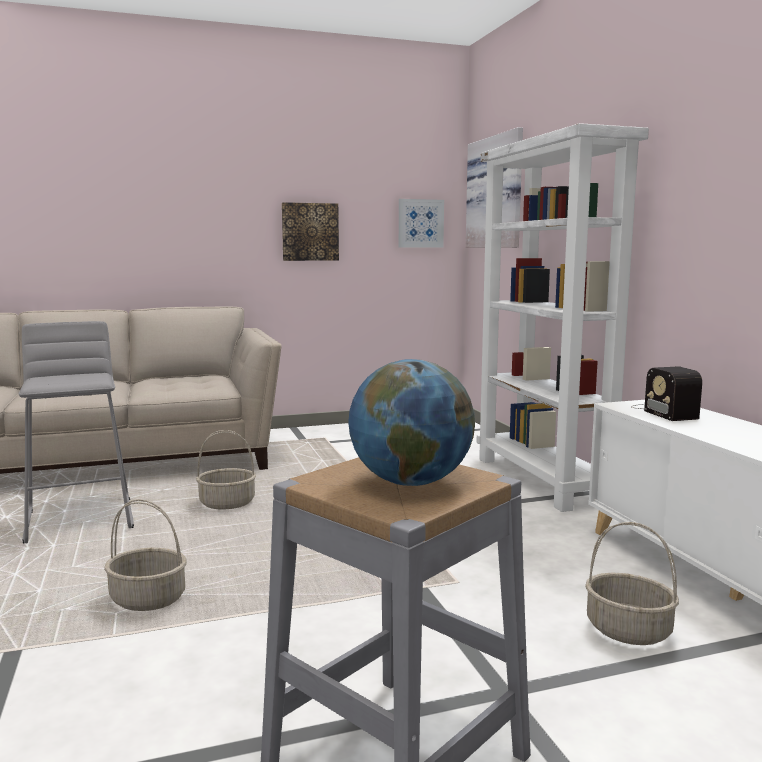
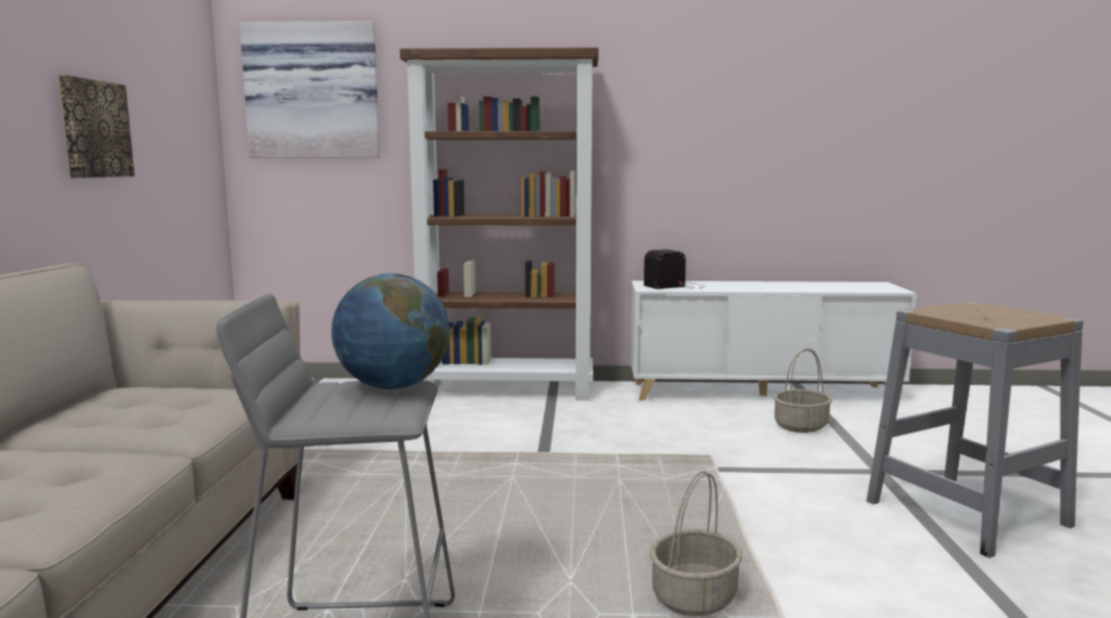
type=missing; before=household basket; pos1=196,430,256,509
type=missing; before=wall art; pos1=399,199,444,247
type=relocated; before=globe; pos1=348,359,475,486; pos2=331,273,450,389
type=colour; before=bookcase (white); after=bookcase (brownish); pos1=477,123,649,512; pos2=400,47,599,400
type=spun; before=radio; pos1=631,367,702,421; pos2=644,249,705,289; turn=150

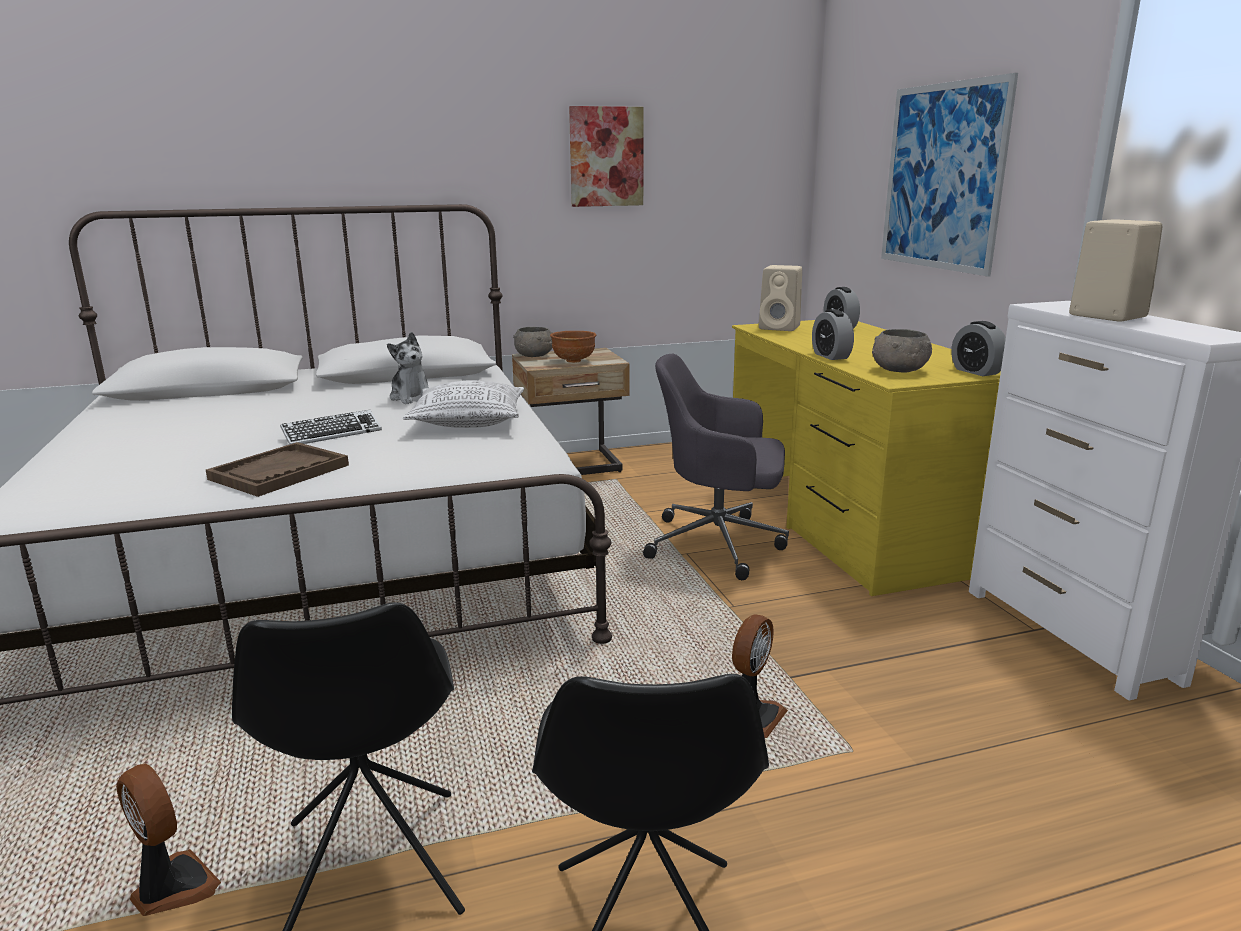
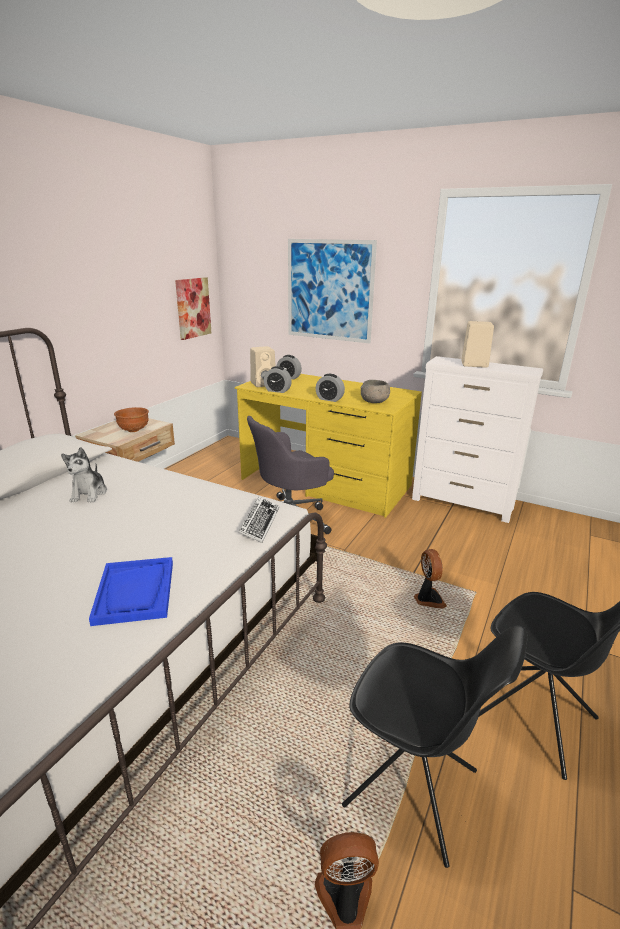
type=missing; before=throw pillow; pos1=403,380,524,428
type=missing; before=deep dish (grey); pos1=513,327,553,357
type=relocated; before=computer keyboard; pos1=280,410,382,445; pos2=238,497,279,543
type=relocated; before=wall art; pos1=569,106,644,207; pos2=175,277,211,340
type=relocated; before=bedside clock; pos1=951,321,1006,376; pos2=264,366,292,393
type=colour; before=carrying tray (brownish); after=carrying tray (bluish); pos1=206,442,349,497; pos2=89,557,173,626
type=spun; before=soft toy; pos1=387,332,429,404; pos2=61,447,107,502; turn=75

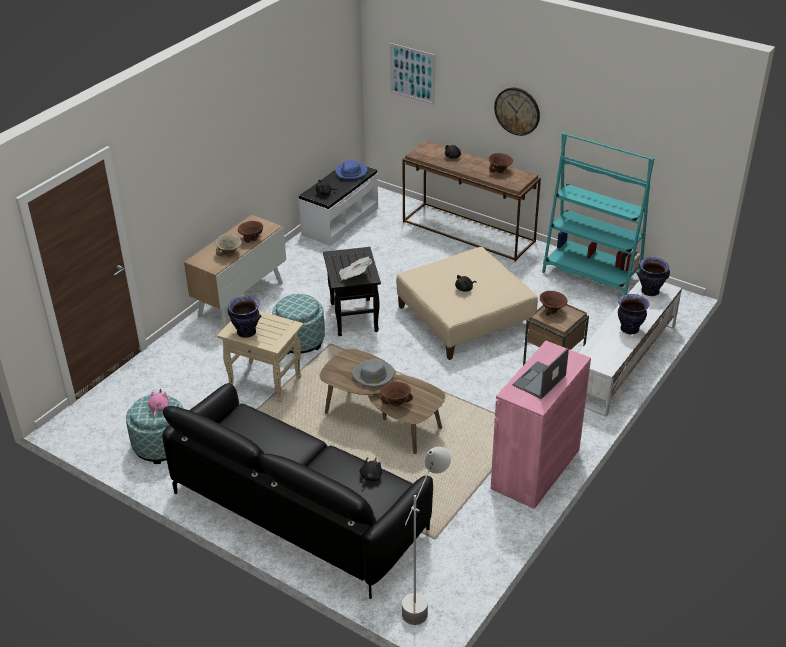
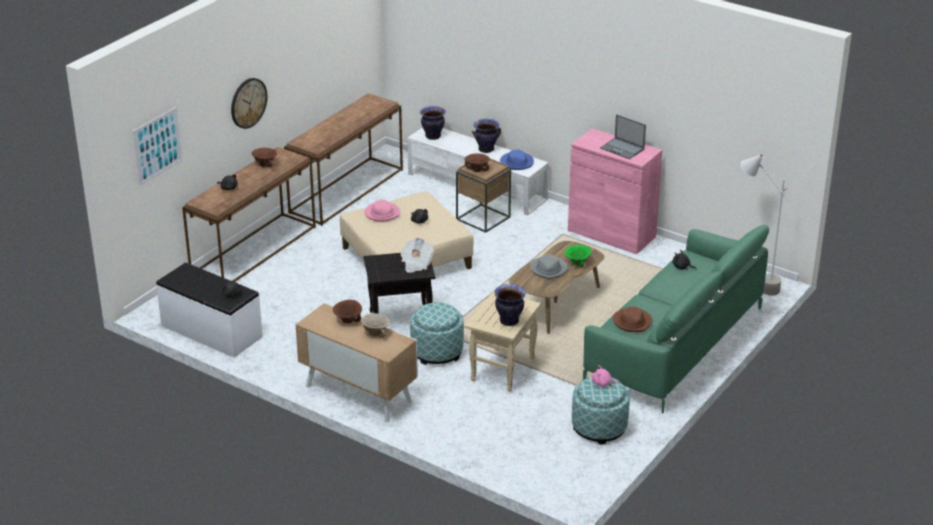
type=appeared; after=hat (pink); pos2=364,200,400,222
type=appeared; after=hat (brownish); pos2=613,306,652,332
type=relocated; before=hat (bluish); pos1=335,160,367,180; pos2=500,150,534,170
type=exchanged; before=bookcase (turquoise-coloured); after=hall table (brownish); pos1=542,132,654,295; pos2=284,93,403,226
type=colour; before=settee (black-coloured); after=settee (greenish); pos1=162,383,433,599; pos2=583,225,769,413
type=colour; before=deep dish (brownish); after=deep dish (greenish); pos1=381,382,413,406; pos2=565,245,591,267

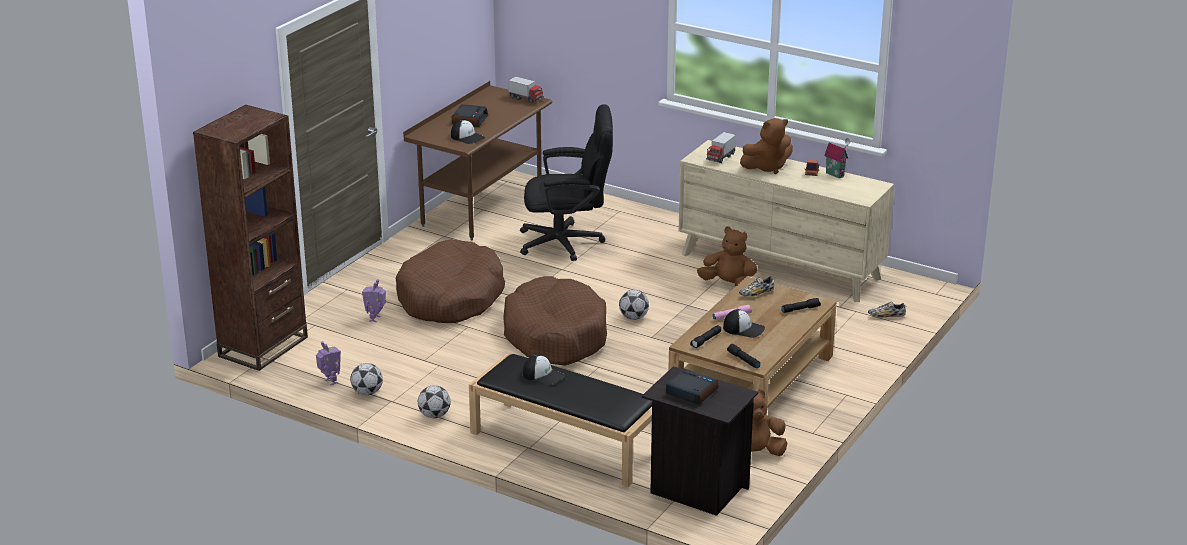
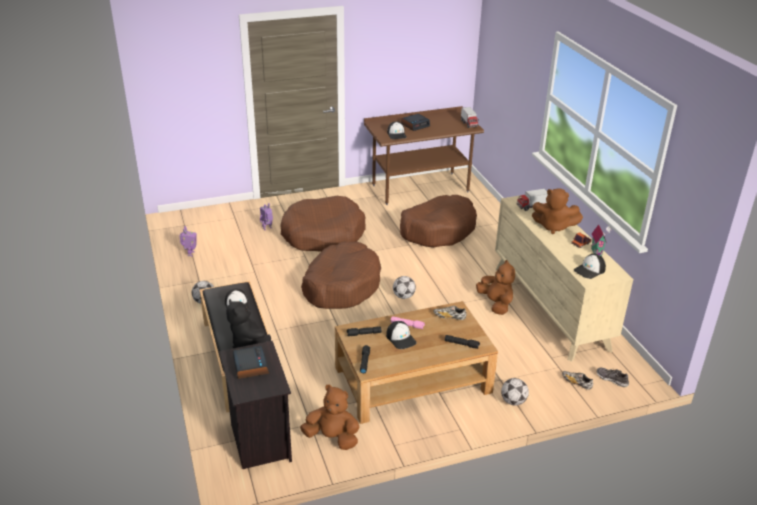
type=missing; before=bookcase (brownish); pos1=193,105,308,371
type=appeared; after=soft toy (black-coloured); pos2=226,299,271,348
type=appeared; after=baseball cap; pos2=574,254,606,279
type=appeared; after=low shoe; pos2=597,367,629,387
type=relocated; before=football ball; pos1=350,363,383,395; pos2=501,378,529,405
type=exchanged; before=computer chair (black-coloured); after=pet bed (brownish); pos1=520,104,613,261; pos2=400,195,477,247

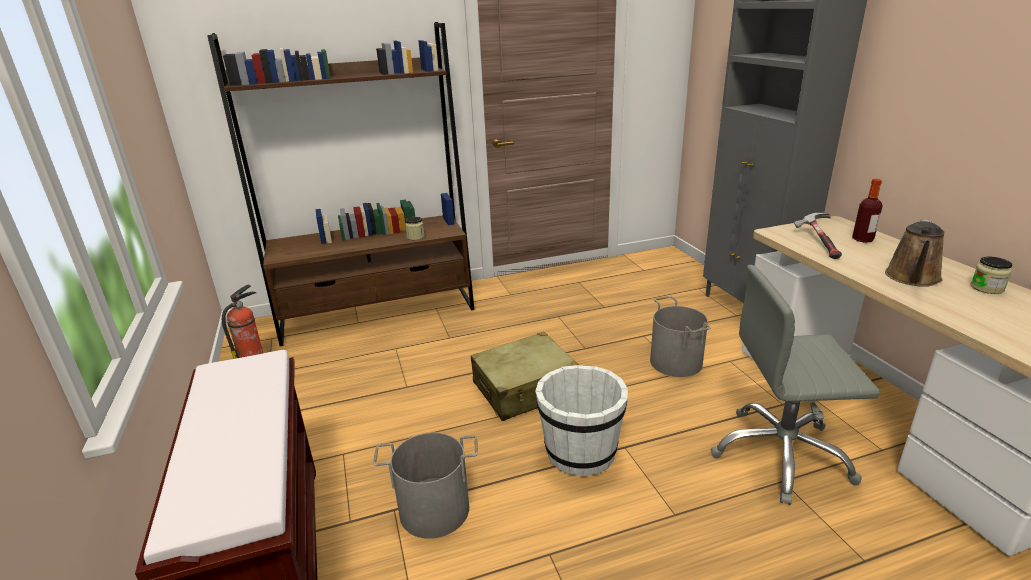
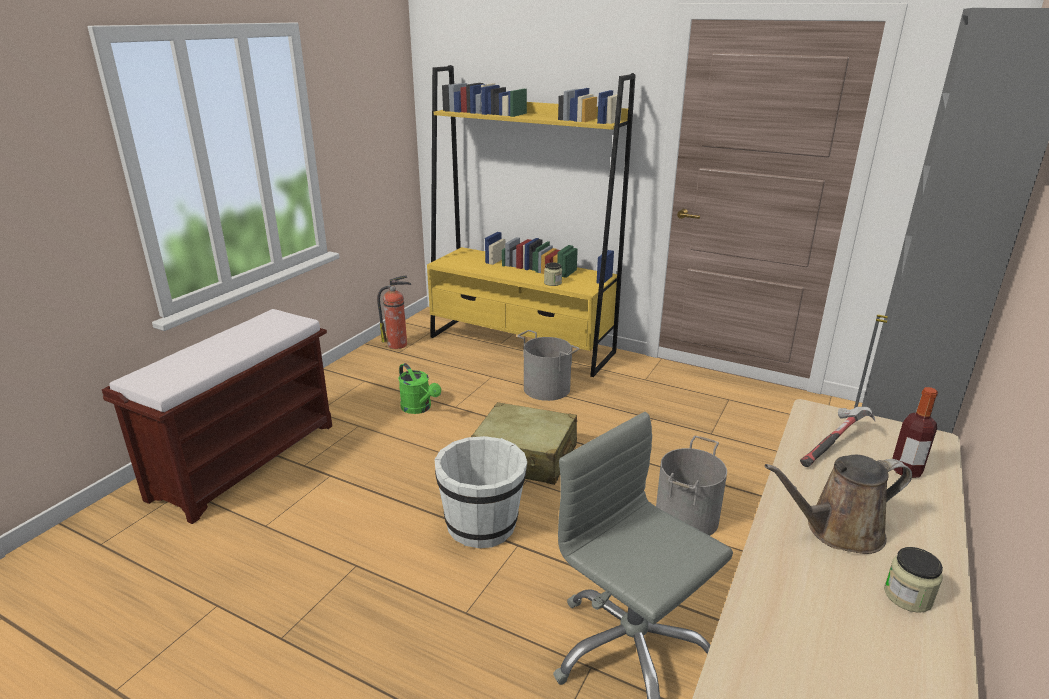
type=appeared; after=sprinkling can (greenish); pos2=398,363,441,414
type=relocated; before=pail (grey); pos1=373,432,478,539; pos2=517,330,580,401
type=colour; before=bookcase (brownish); after=bookcase (yellowish); pos1=207,22,475,346; pos2=427,65,636,377

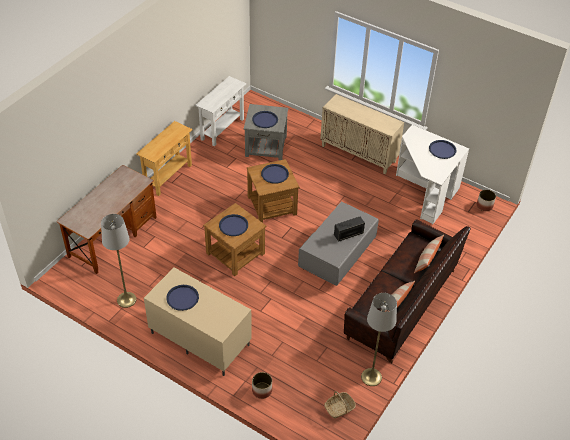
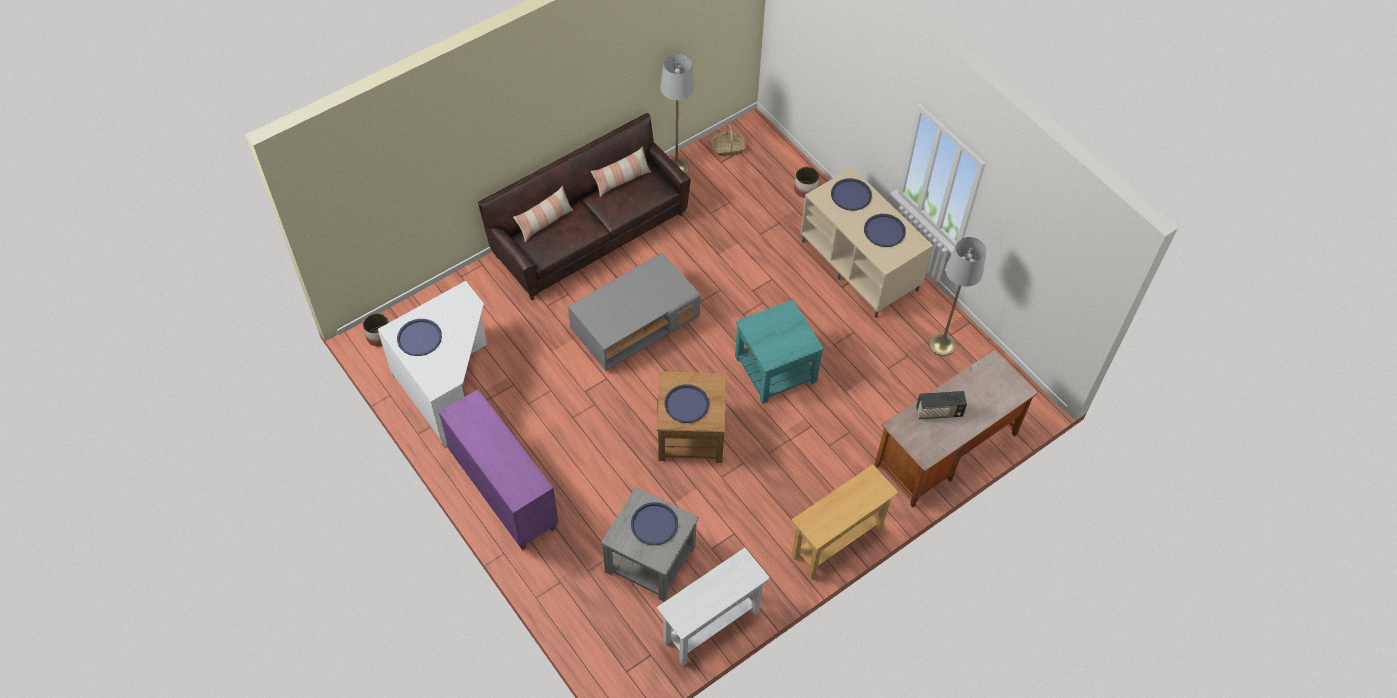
type=relocated; before=carrying tray (bluish); pos1=219,214,248,236; pos2=831,178,872,211
type=relocated; before=radio; pos1=334,217,365,242; pos2=916,391,967,419
type=colour; before=side table (brownish); after=side table (turquoise-coloured); pos1=203,203,267,276; pos2=735,300,824,404
type=colour; before=cupboard (sand-coloured); after=cupboard (purplish); pos1=320,94,404,174; pos2=439,389,559,551

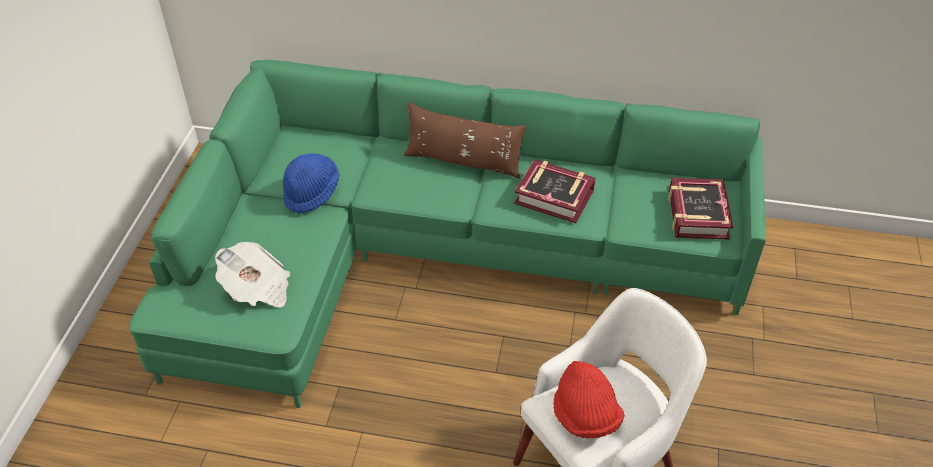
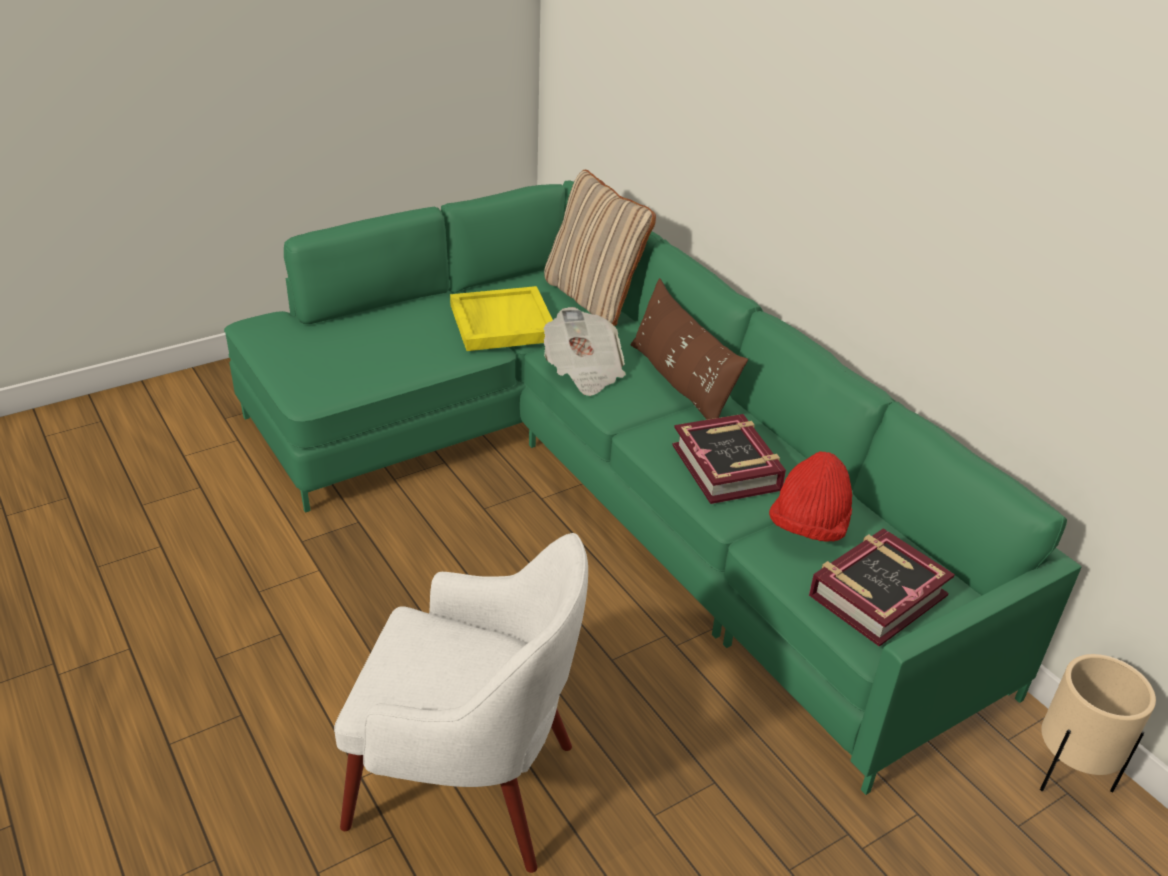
type=appeared; after=throw pillow (sand-coloured); pos2=544,170,656,326
type=appeared; after=plant pot (sand-coloured); pos2=1040,654,1156,793
type=relocated; before=printed paper; pos1=215,242,290,308; pos2=544,307,626,396
type=relocated; before=hat (reddish); pos1=554,361,624,439; pos2=769,451,852,542
type=exchanged; before=hat (bluish); after=carrying tray (yellowish); pos1=283,154,339,214; pos2=450,286,553,351

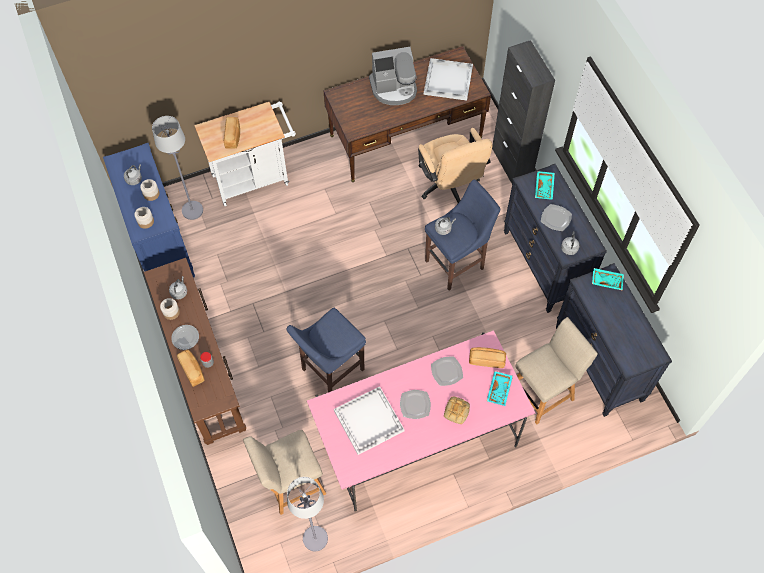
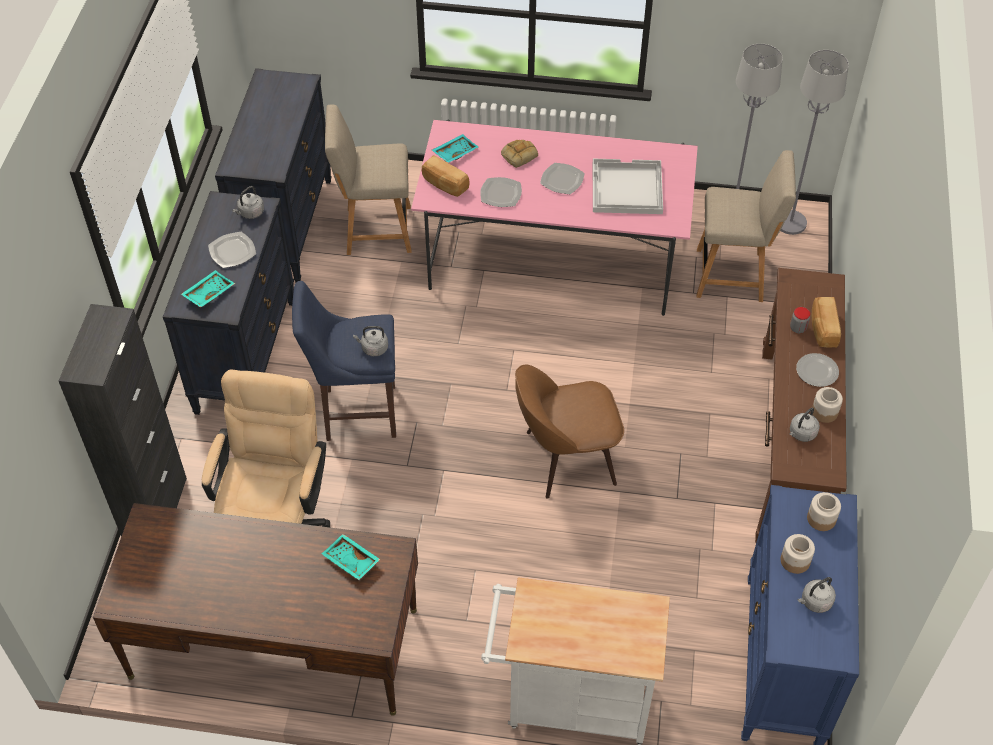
type=missing; before=bakery bread; pos1=224,117,240,149
type=missing; before=sitting stool (bluish); pos1=286,308,366,392
type=missing; before=coffee brewer; pos1=369,47,417,105
type=missing; before=carrying tray (white); pos1=424,58,473,101
type=appeared; after=plain chair (brownish); pos2=515,364,624,499
type=relocated; before=floor lamp (grey); pos1=152,116,203,220; pos2=780,50,849,235
type=relocated; before=carrying tray (turquoise-coloured); pos1=592,268,624,291; pos2=321,534,380,580

